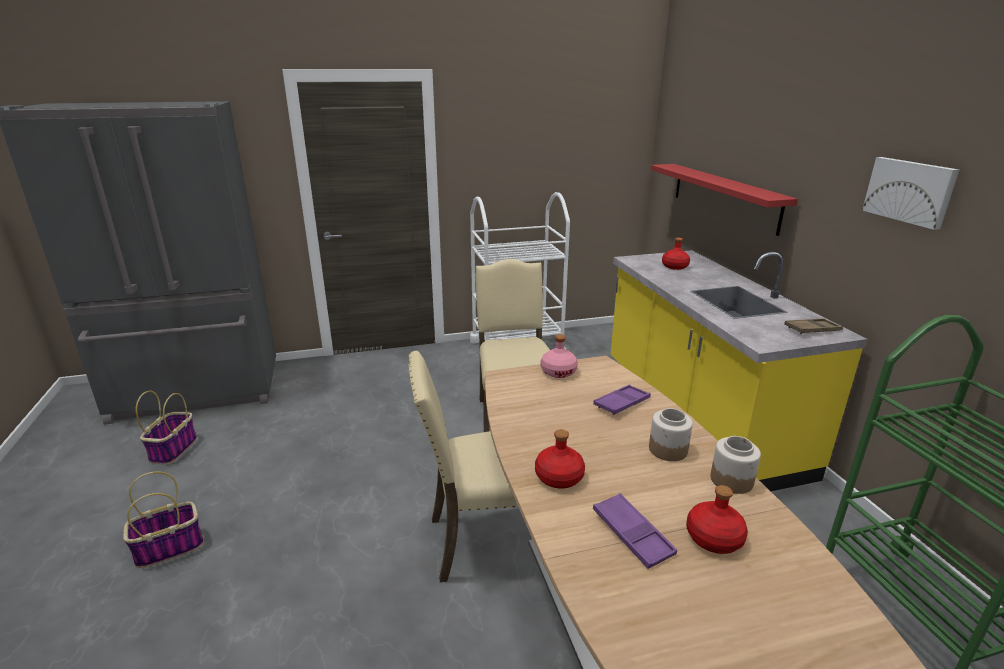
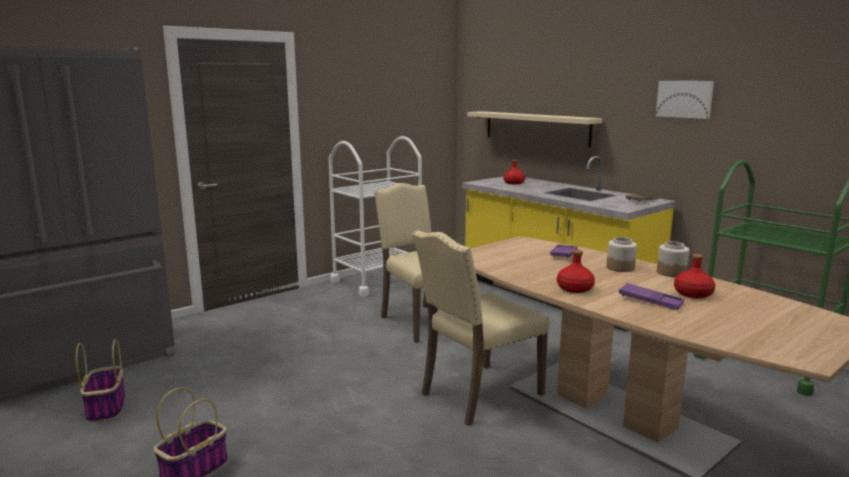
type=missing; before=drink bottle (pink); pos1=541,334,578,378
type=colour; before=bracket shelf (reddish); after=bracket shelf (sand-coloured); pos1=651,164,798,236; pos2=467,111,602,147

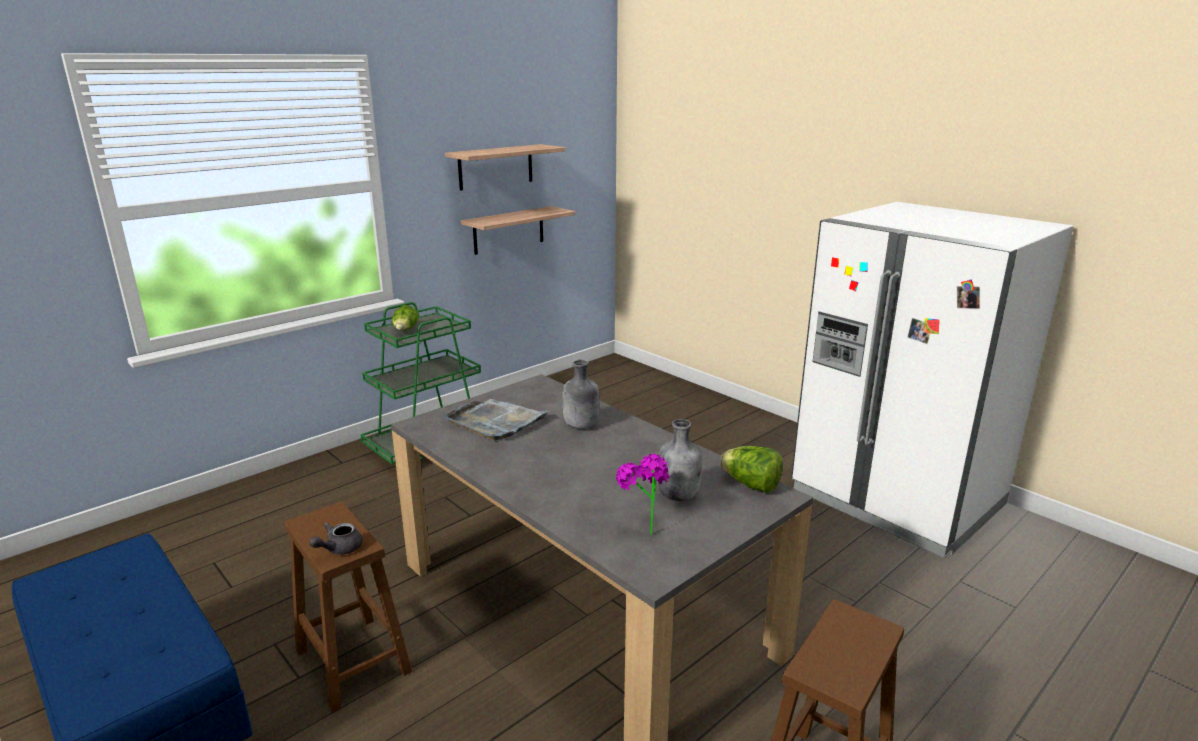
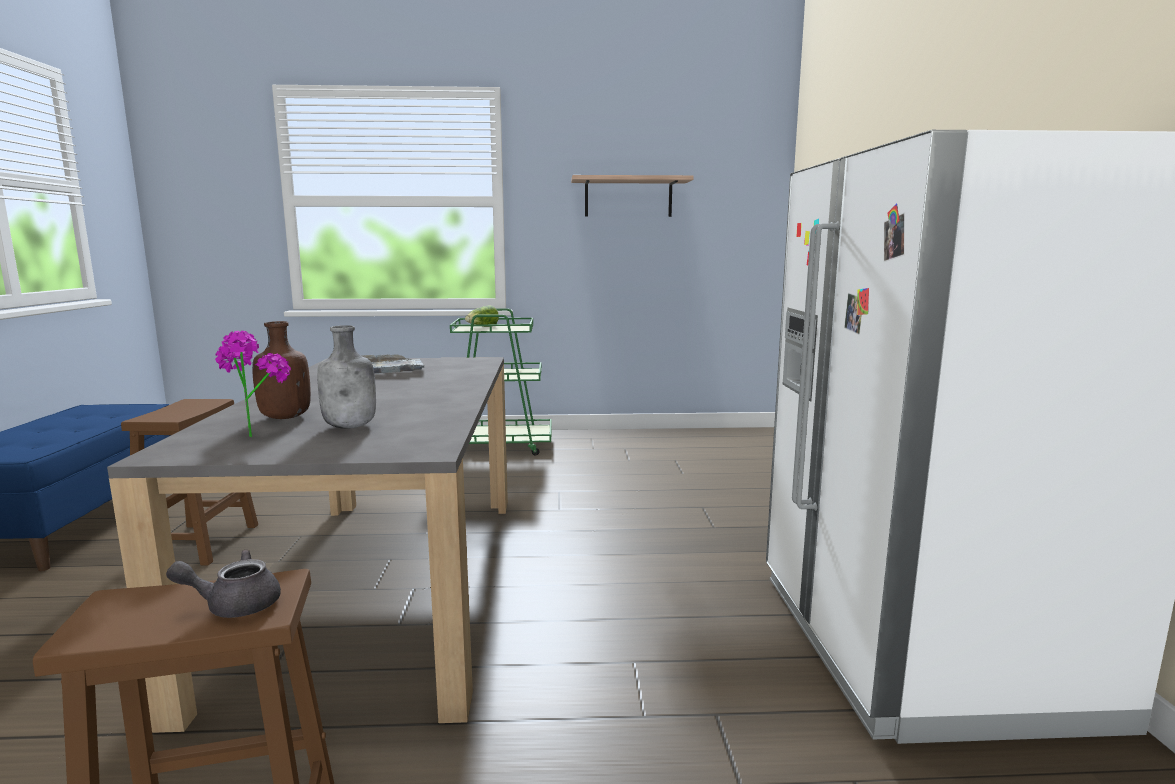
type=missing; before=bracket shelf; pos1=461,206,575,255
type=missing; before=drink bottle (grey); pos1=562,360,599,429
type=missing; before=head of lettuce; pos1=720,446,783,493
type=appeared; after=drink bottle (brownish); pos2=252,321,311,419
type=relocated; before=pot for tea (grey); pos1=309,522,363,555; pos2=166,550,281,618

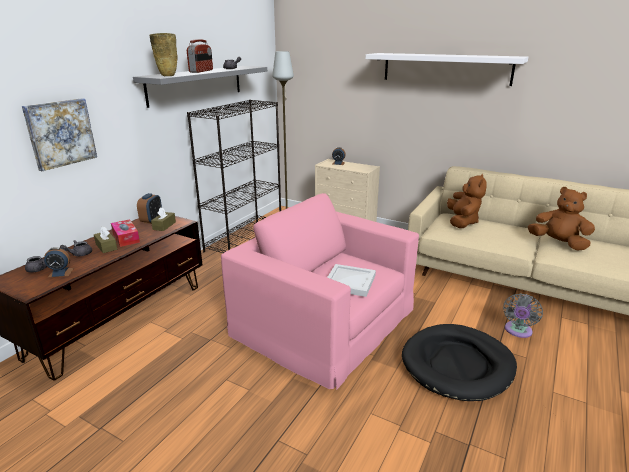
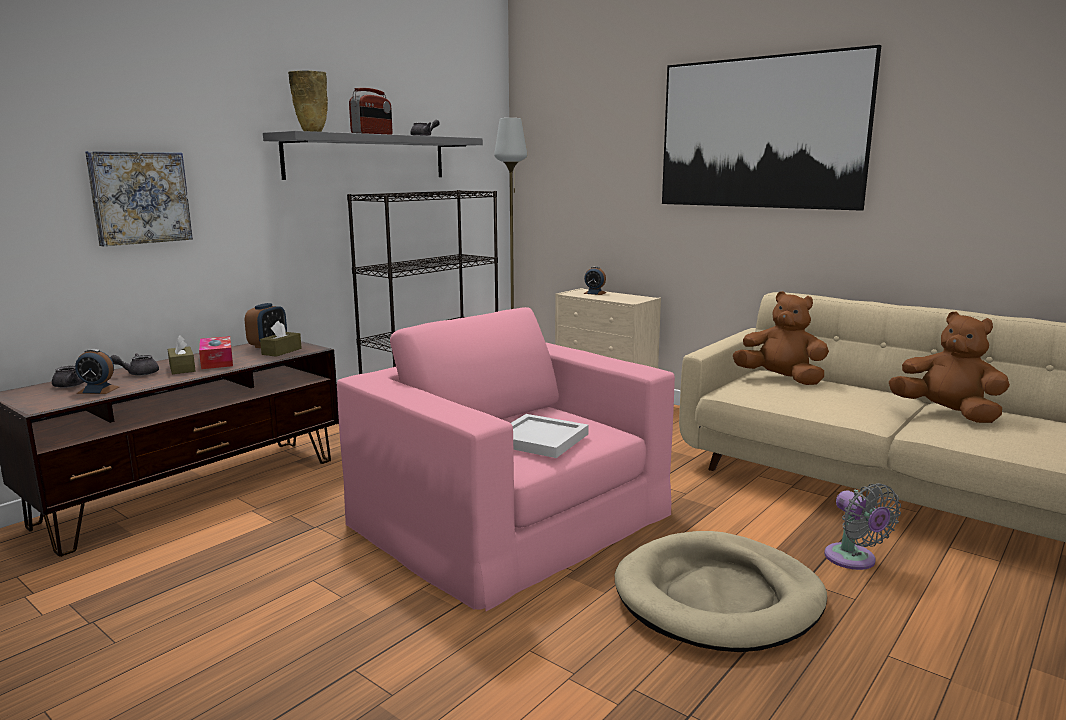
type=exchanged; before=bracket shelf (white); after=wall art; pos1=365,53,528,86; pos2=662,45,882,211
type=colour; before=pet bed (black-coloured); after=pet bed (sand-coloured); pos1=402,324,517,401; pos2=615,531,827,652
type=spun; before=soft toy (brownish); pos1=447,174,487,228; pos2=733,291,829,385; turn=-75
type=spun; before=electric fan (grey); pos1=503,293,543,338; pos2=824,483,901,570; turn=-60

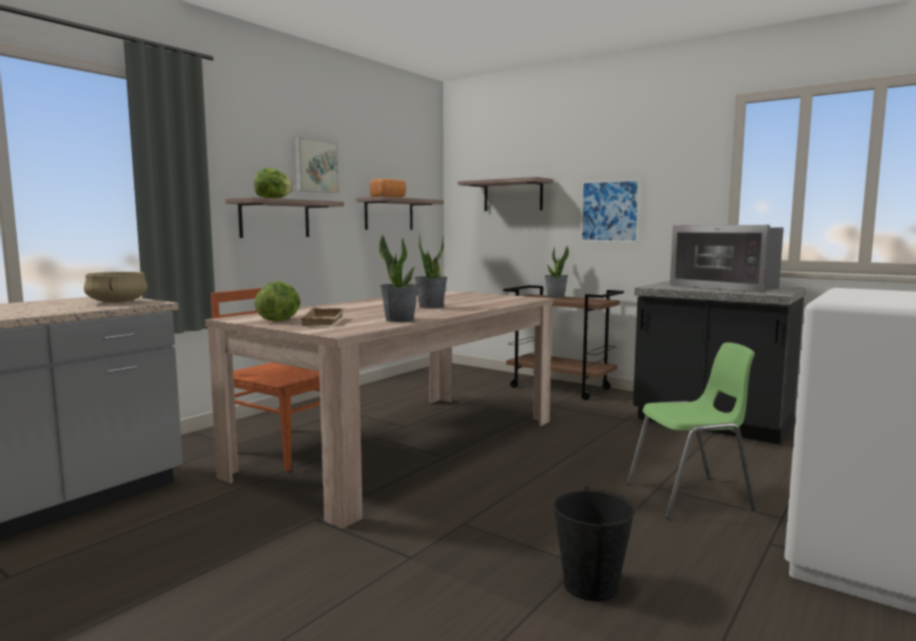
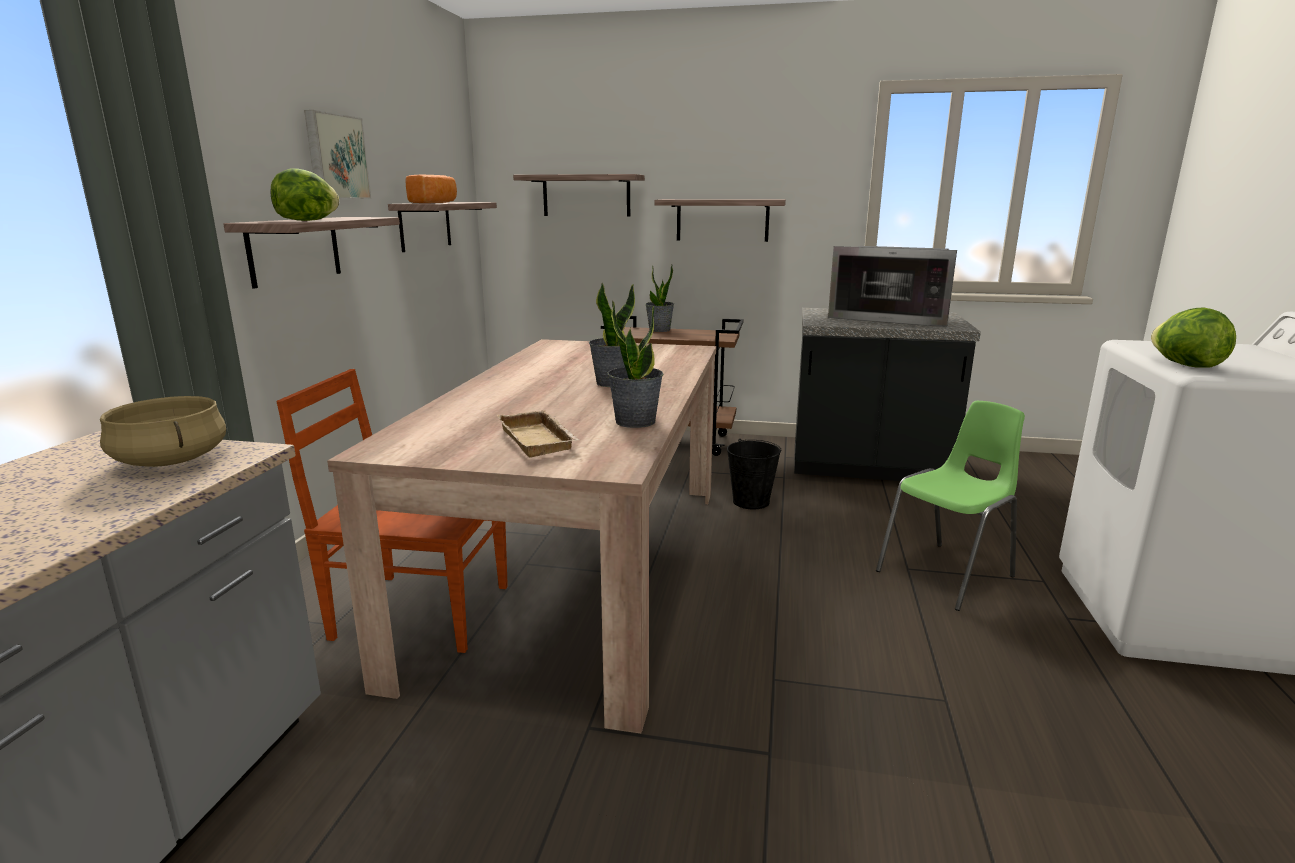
type=relocated; before=head of lettuce; pos1=254,281,300,322; pos2=1151,307,1236,368
type=relocated; before=pail (black-coloured); pos1=554,486,636,601; pos2=727,439,781,509
type=exchanged; before=wall art; after=bracket shelf; pos1=580,179,641,243; pos2=655,199,786,242

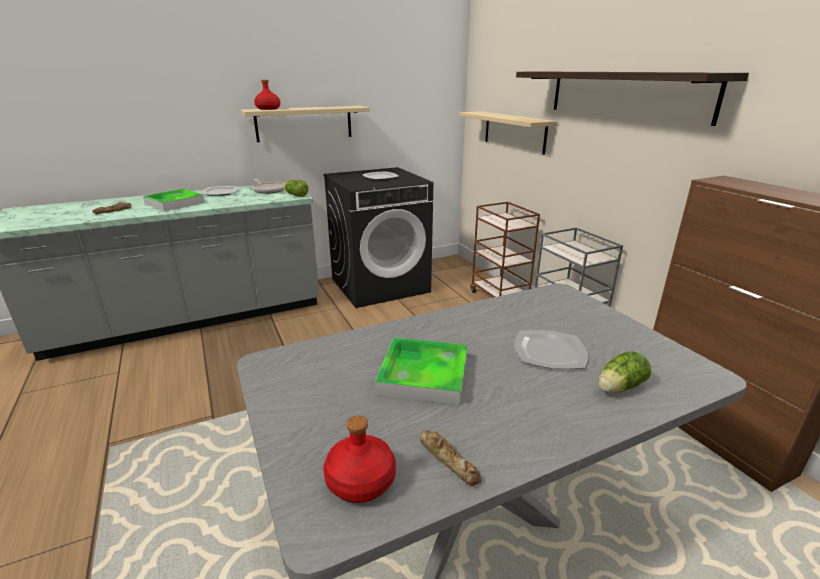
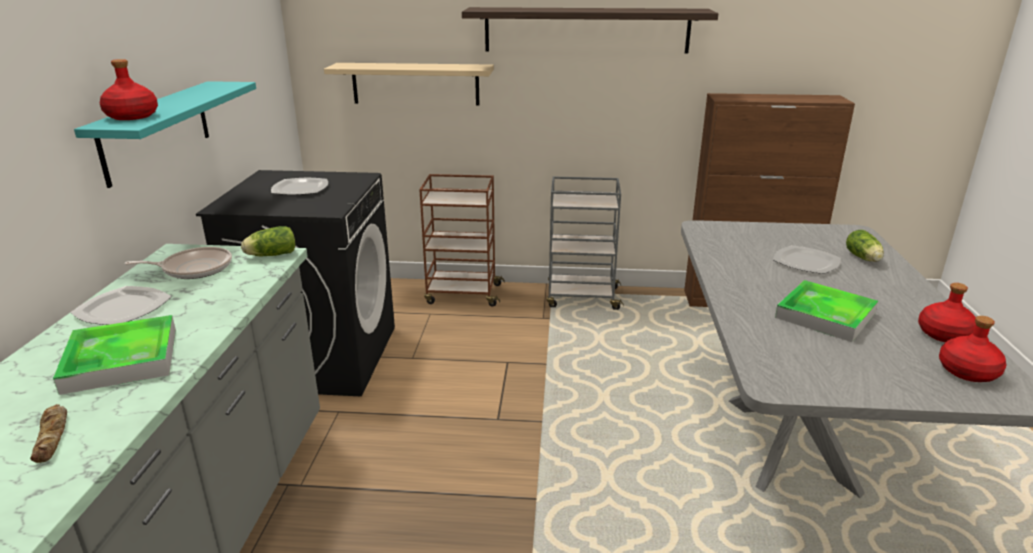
type=exchanged; before=bakery bread; after=drink bottle (reddish); pos1=420,430,482,486; pos2=918,283,976,342
type=colour; before=bracket shelf (sand-coloured); after=bracket shelf (turquoise-coloured); pos1=240,106,370,142; pos2=74,81,256,188

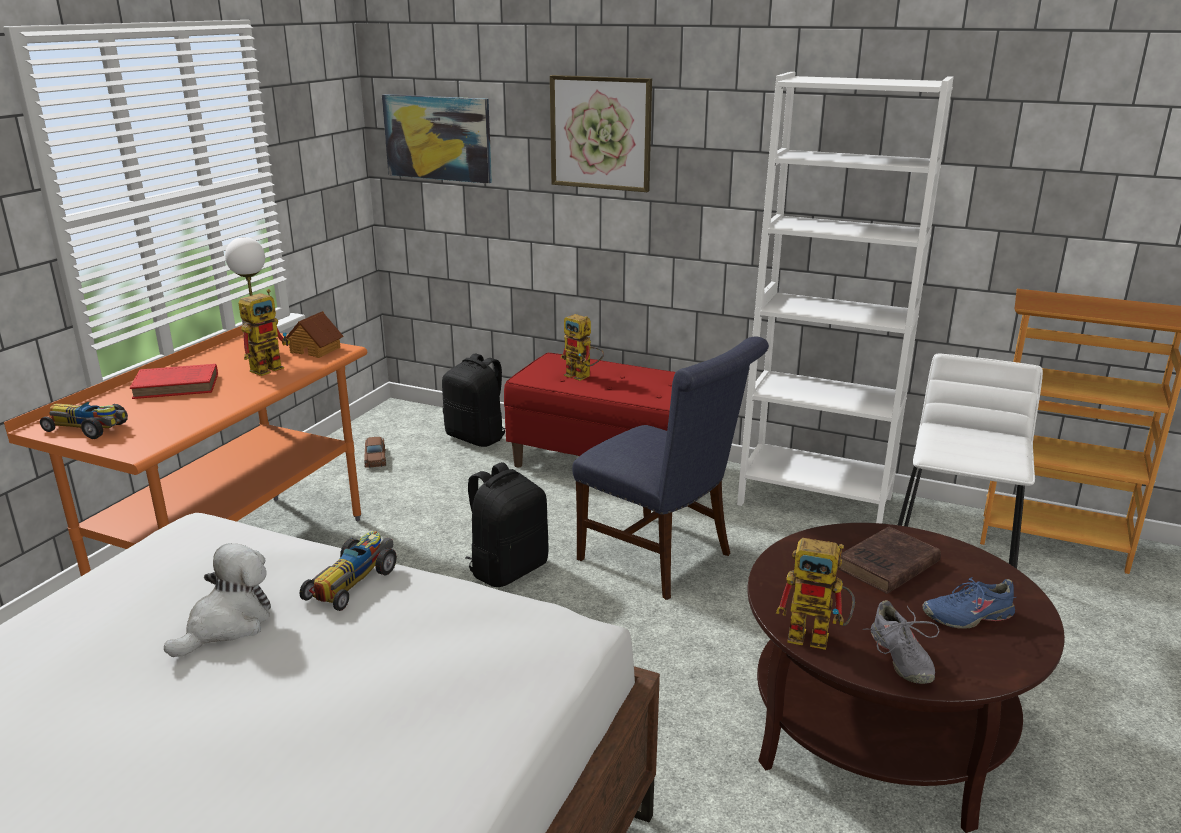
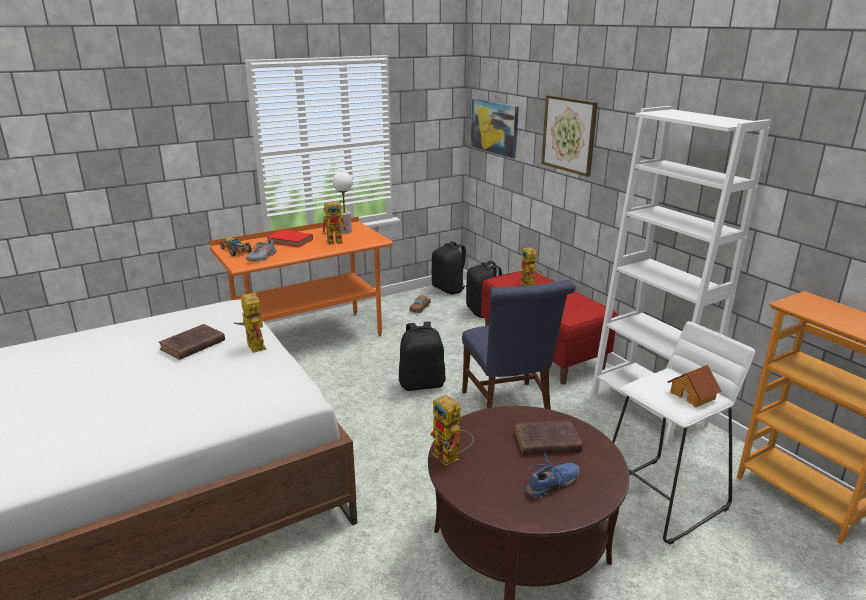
type=appeared; after=knapsack (black-coloured); pos2=431,241,466,294
type=relocated; before=miniature house; pos1=286,311,343,358; pos2=667,365,722,407
type=relocated; before=low shoe (grey); pos1=863,600,939,684; pos2=246,238,276,262
type=exchanged; before=soft toy; after=book (brownish); pos1=164,543,271,657; pos2=159,324,225,360
type=exchanged; before=miniature car; after=robot figure; pos1=300,531,397,611; pos2=234,290,266,353
type=spun; before=low shoe (bluish); pos1=922,577,1016,629; pos2=526,453,579,499; turn=120

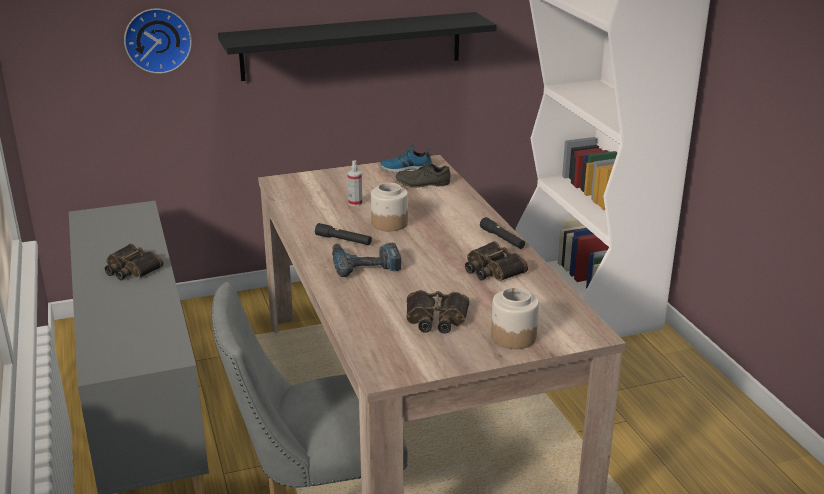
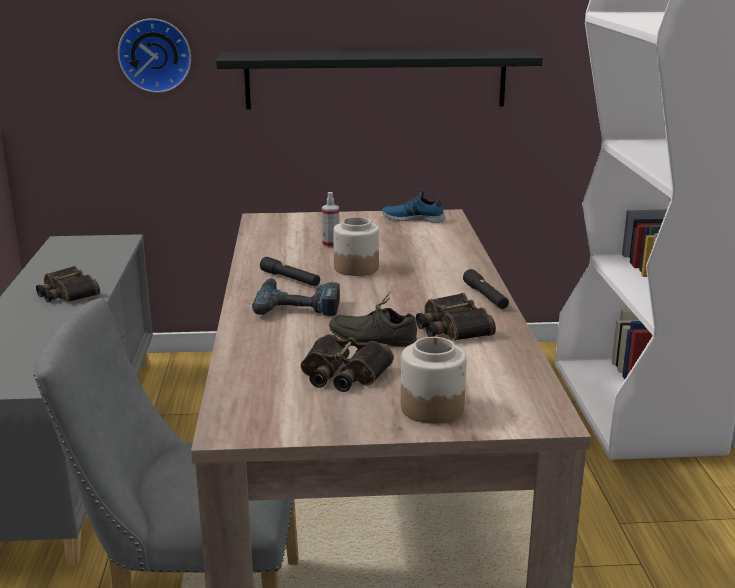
type=relocated; before=low shoe (grey); pos1=396,154,451,188; pos2=329,291,417,347

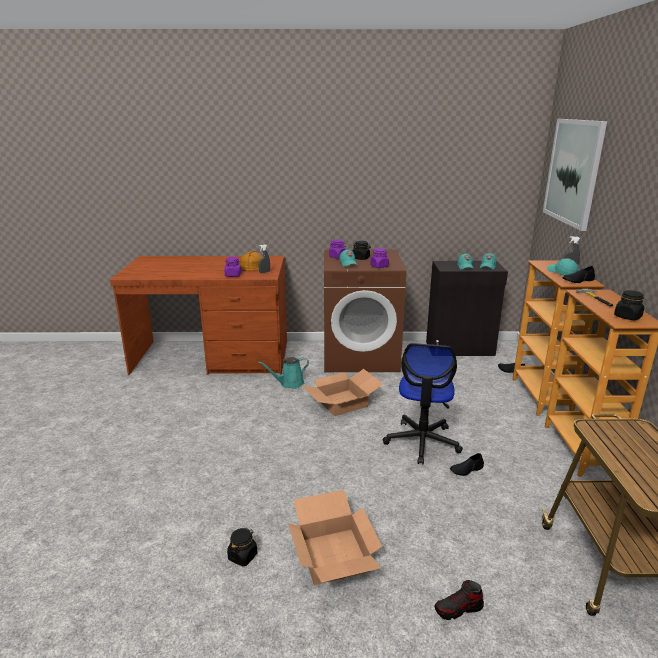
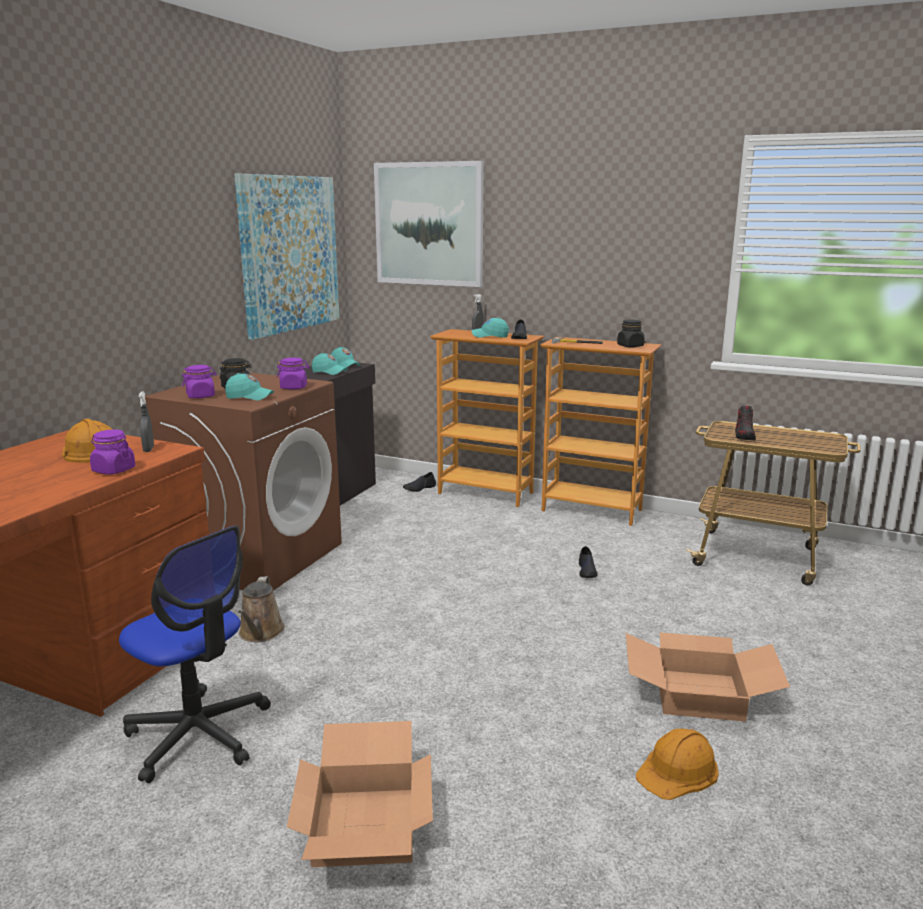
type=appeared; after=wall art; pos2=234,174,339,340
type=relocated; before=carton; pos1=301,369,383,416; pos2=287,721,433,867
type=relocated; before=computer chair; pos1=382,343,463,464; pos2=119,525,271,783
type=relocated; before=low shoe; pos1=435,580,484,620; pos2=735,406,756,440
type=exchanged; before=storage jar (black-coloured); after=safety helmet (orange-coloured); pos1=227,528,257,566; pos2=636,728,719,800
type=colour; before=sprinkling can (turquoise-coloured); after=sprinkling can (brownish); pos1=258,357,309,388; pos2=238,576,285,642

